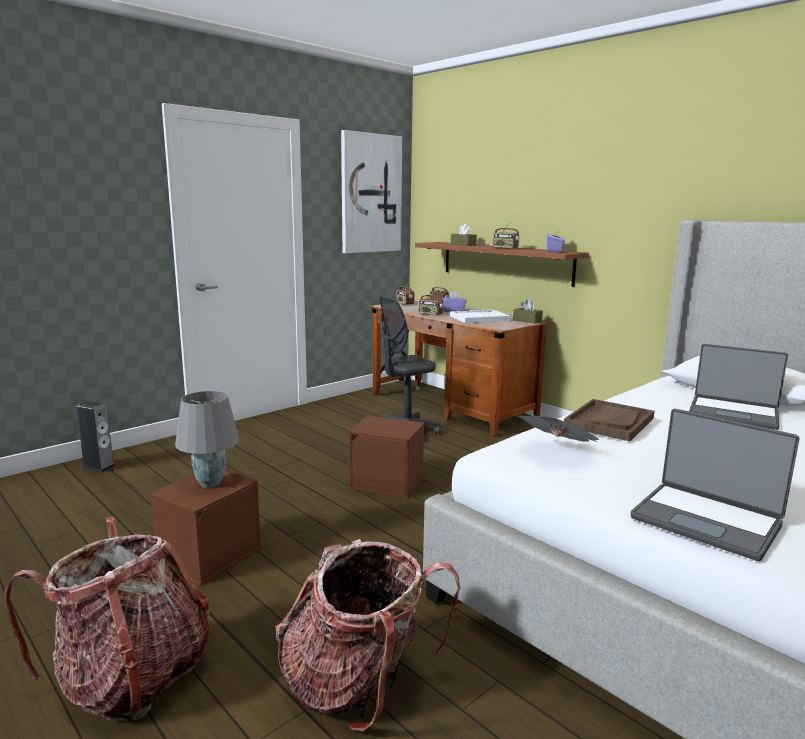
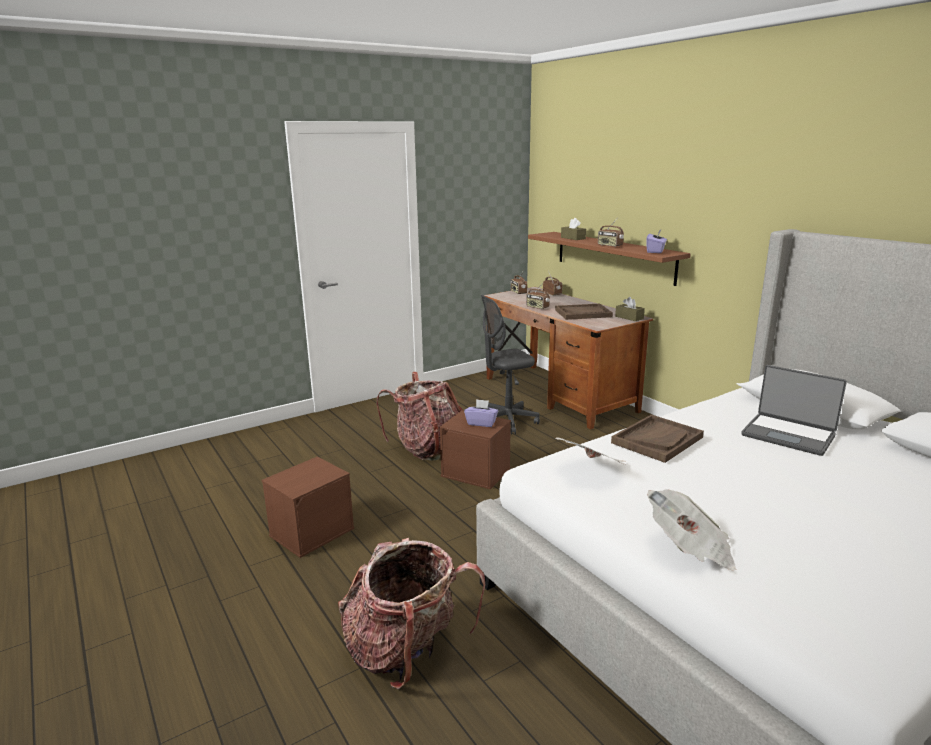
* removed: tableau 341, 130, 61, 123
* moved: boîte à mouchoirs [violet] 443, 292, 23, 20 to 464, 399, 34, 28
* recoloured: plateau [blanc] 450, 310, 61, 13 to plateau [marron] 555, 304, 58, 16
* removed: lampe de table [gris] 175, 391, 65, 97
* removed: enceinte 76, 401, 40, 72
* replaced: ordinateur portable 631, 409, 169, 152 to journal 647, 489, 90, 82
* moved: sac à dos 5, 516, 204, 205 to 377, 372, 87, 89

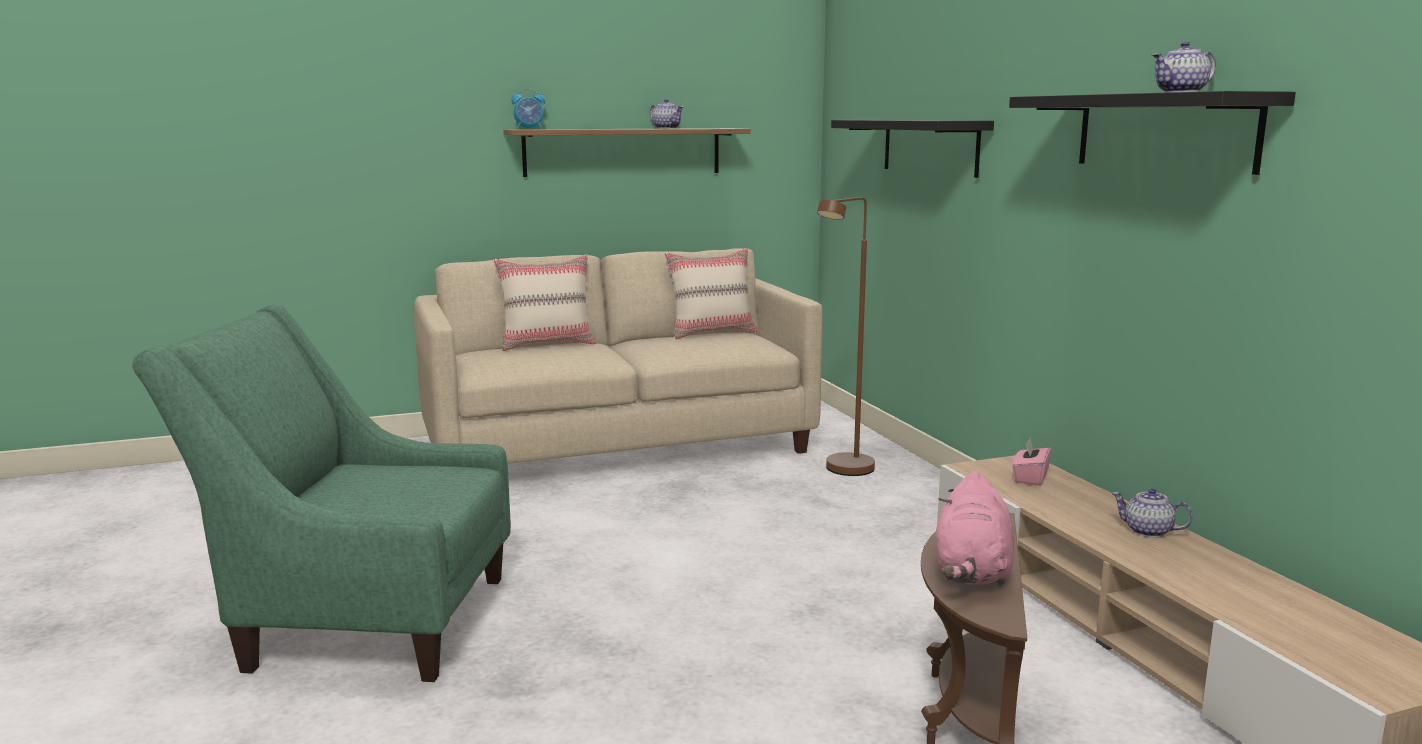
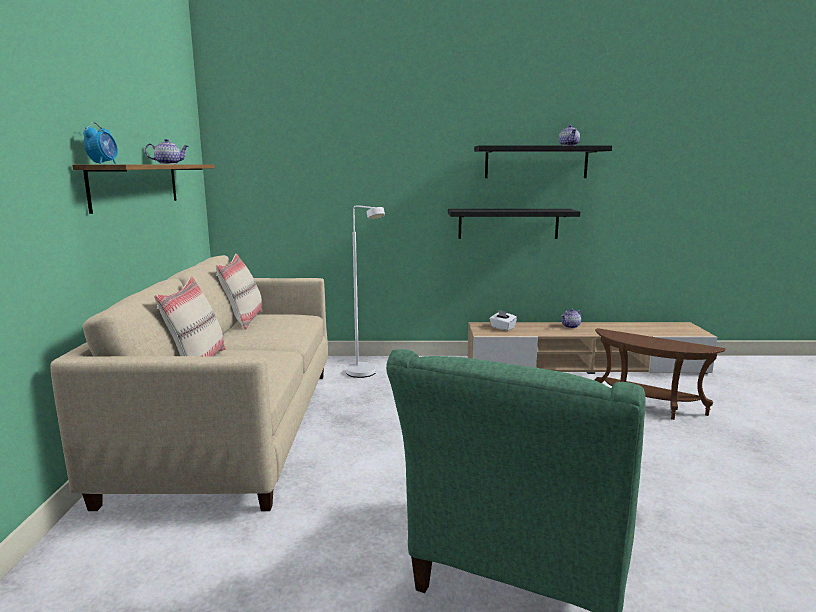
* moved: étagère [noir] 831, 120, 163, 58 to 448, 209, 132, 30
* recoloured: lampadaire [marron] 817, 197, 58, 279 to lampadaire [blanc] 346, 205, 39, 173
* recoloured: boîte à mouchoirs [rose] 1012, 438, 39, 48 to boîte à mouchoirs [blanc] 490, 310, 27, 21
* removed: peluche [rose] 935, 471, 79, 115

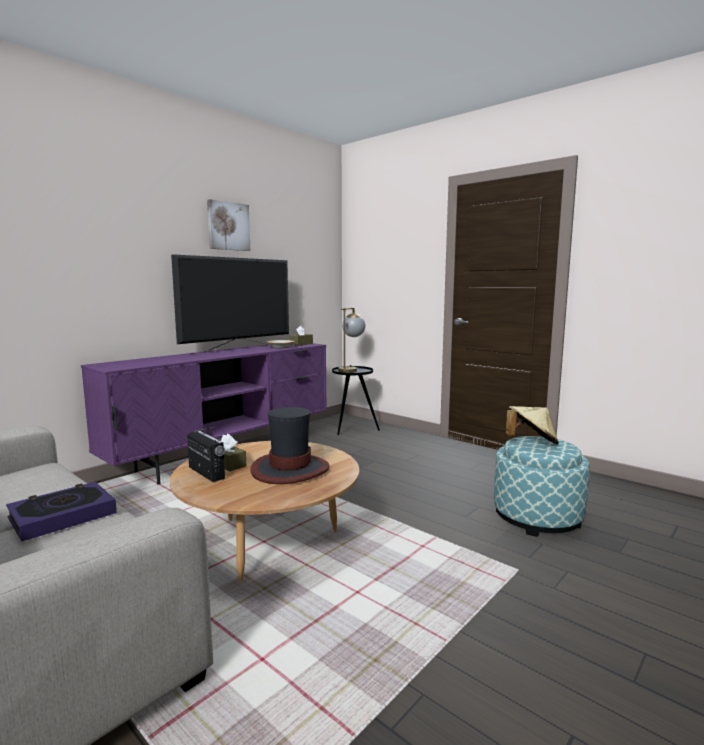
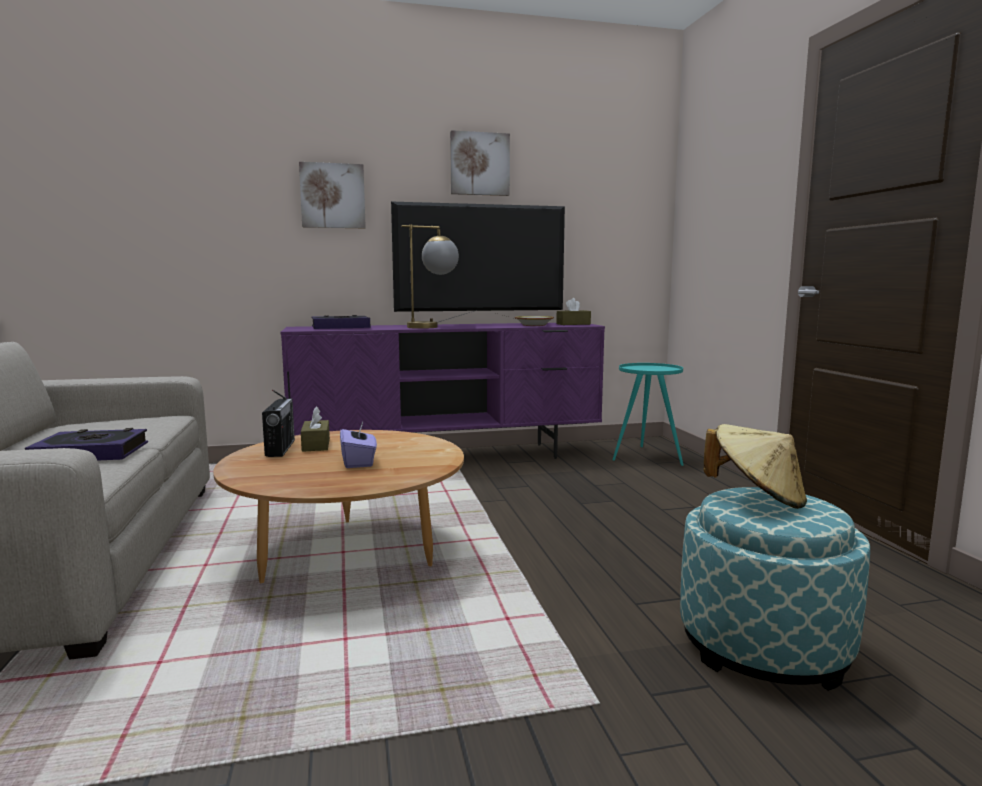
* moved: lampe de table 338, 307, 27, 66 to 401, 224, 58, 105
* recoloured: table d'appoint [noir] 332, 366, 48, 69 to table d'appoint [turquoise] 613, 363, 71, 103
* replaced: chapeau 250, 407, 79, 77 to boîte à mouchoirs [violet] 340, 419, 37, 49
* added: tableau 299, 162, 67, 66
* added: livre 312, 315, 58, 14

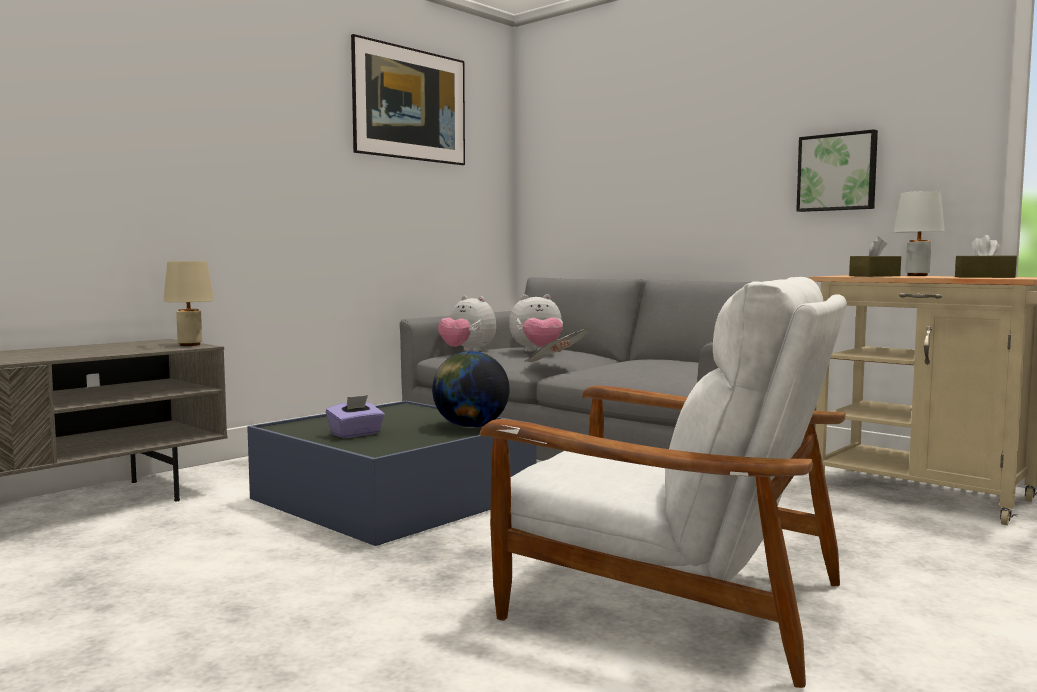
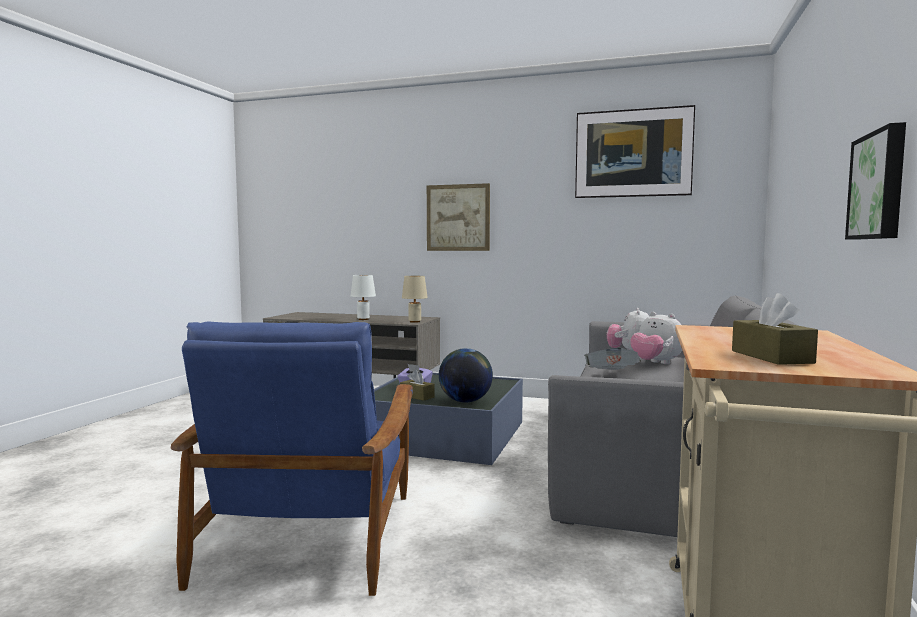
* moved: lampe de table [blanc] 894, 191, 51, 85 to 351, 275, 25, 45
* moved: boîte à mouchoirs [marron] 849, 237, 52, 40 to 400, 370, 35, 31
* recoloured: fauteuil [blanc] 480, 277, 367, 411 to fauteuil [bleu] 171, 322, 242, 274
* added: tableau 427, 183, 63, 68

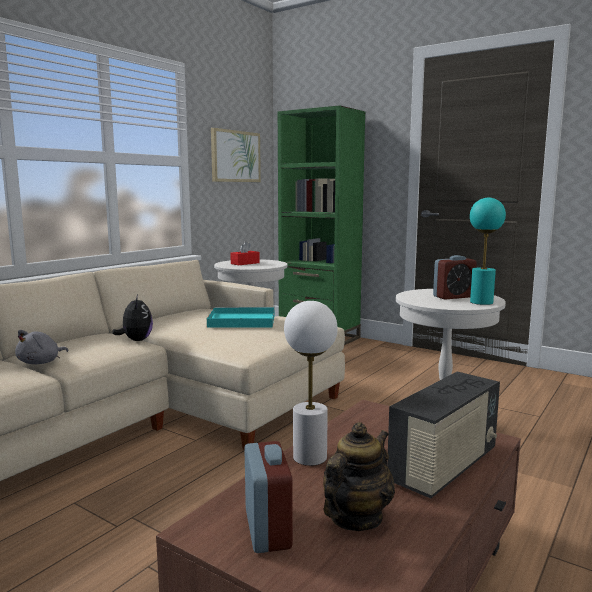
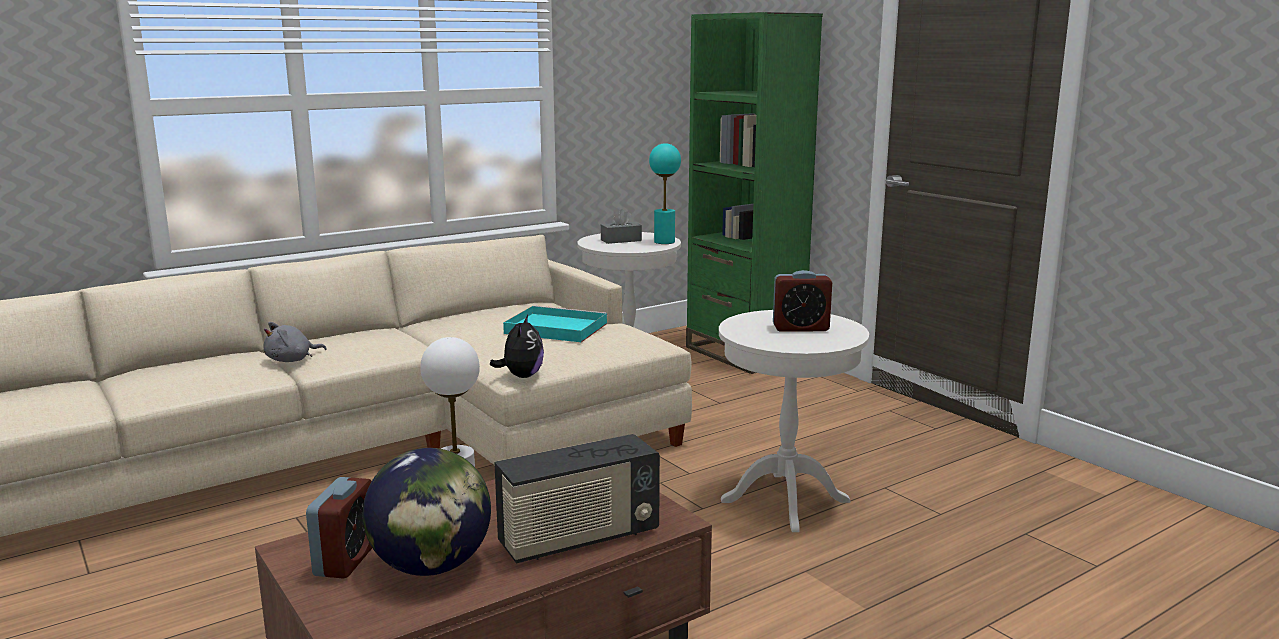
* removed: tableau 211, 128, 50, 54
* moved: lampe de table [turquoise] 470, 198, 36, 107 to 649, 143, 32, 101
* recoloured: boîte à mouchoirs [rouge] 230, 241, 30, 24 to boîte à mouchoirs [gris] 601, 209, 41, 35
* moved: peluche 112, 295, 41, 46 to 490, 315, 54, 63
* replaced: théière 323, 422, 72, 109 to globe 363, 448, 128, 128

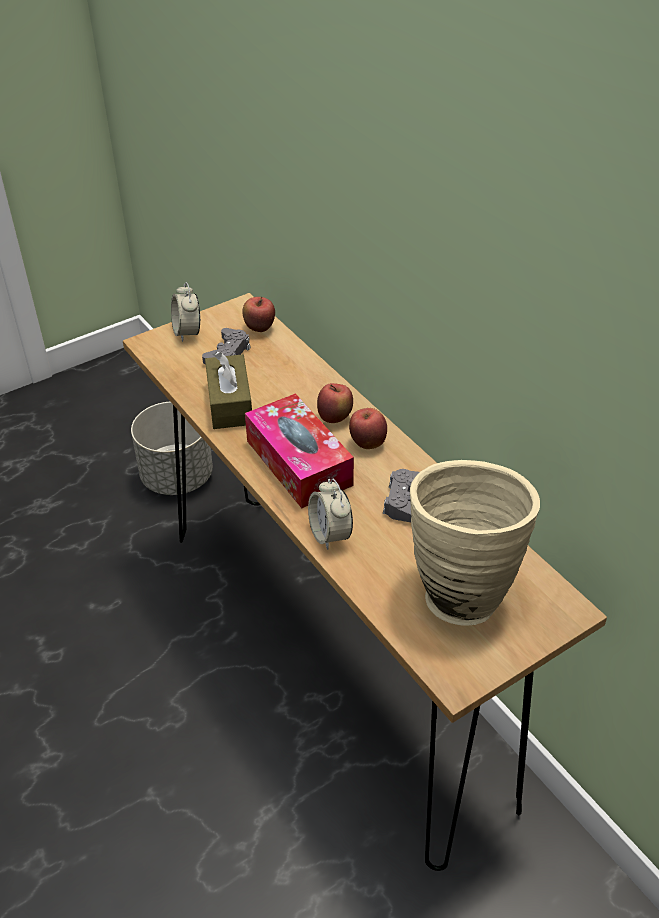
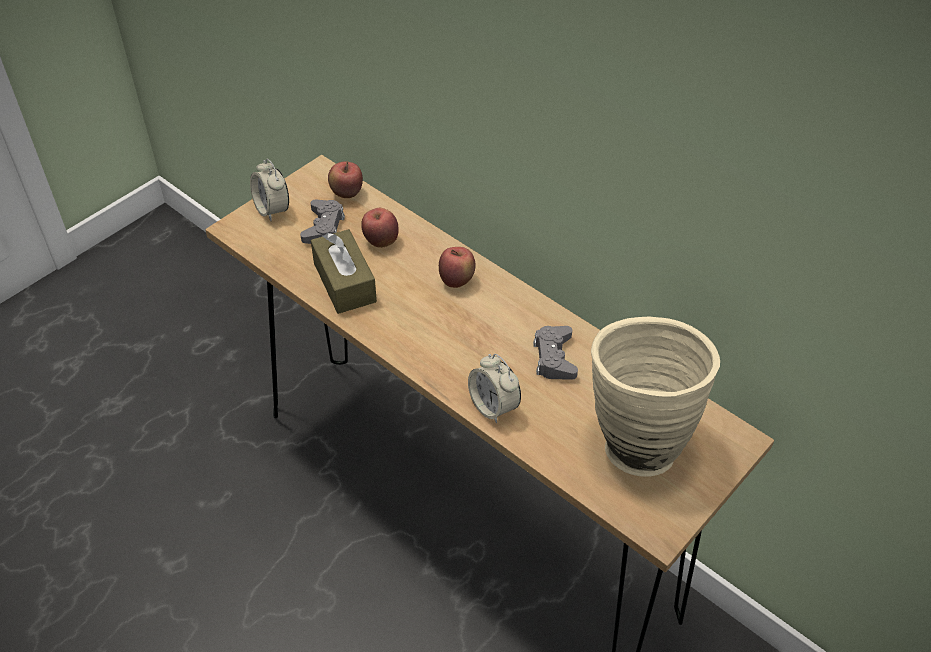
* removed: boîte à mouchoirs 245, 393, 109, 115
* removed: cache-pot [gris] 131, 402, 82, 93
* moved: pomme 349, 408, 38, 41 to 361, 208, 37, 40

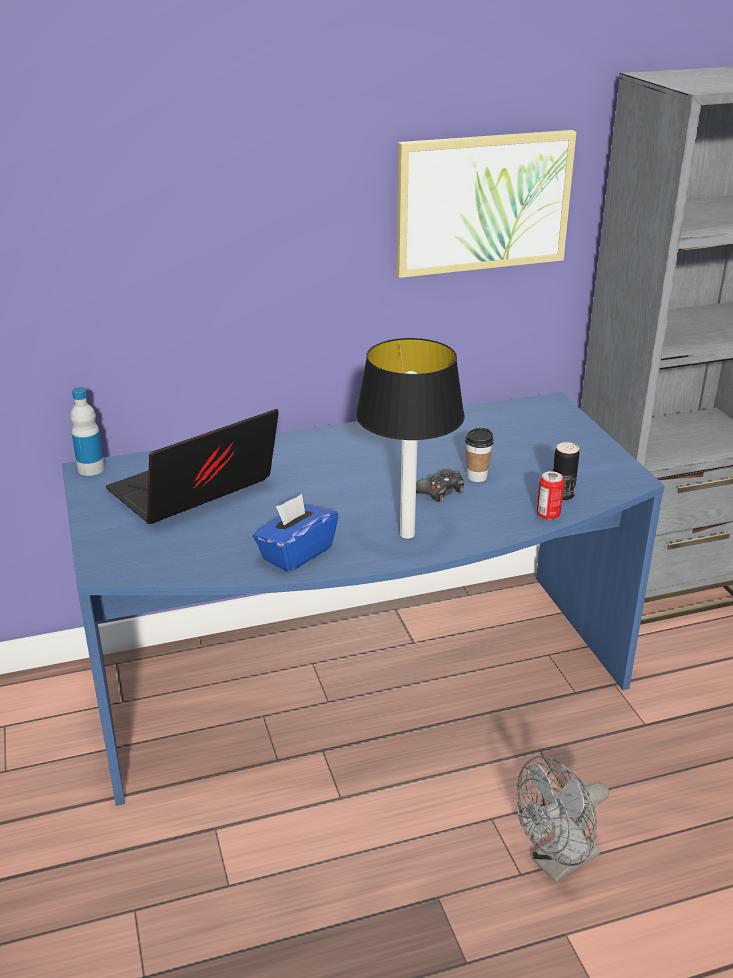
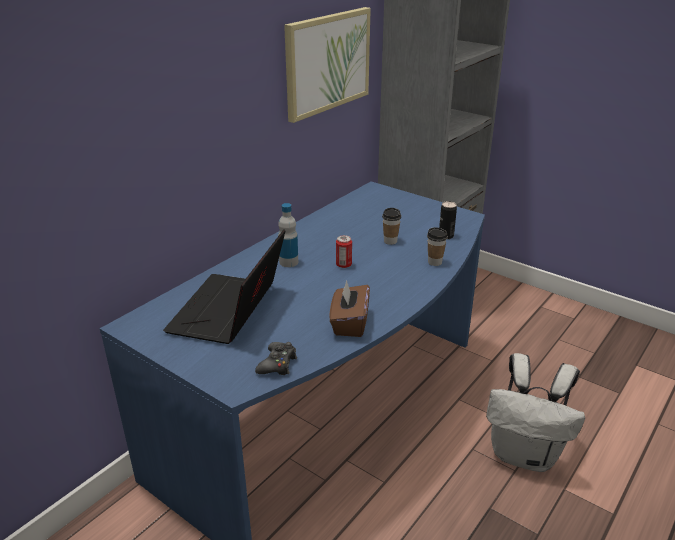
* removed: lampe de table 356, 338, 109, 201
* moved: bouteille 70, 387, 35, 89 to 278, 203, 20, 64
* moved: manette [noir] 416, 468, 48, 34 to 255, 342, 42, 33
* moved: boîte métallique 537, 471, 27, 49 to 336, 235, 16, 33
* recoloured: boîte à mouchoirs [bleu] 253, 494, 85, 78 to boîte à mouchoirs [marron] 330, 280, 40, 57
* replaced: ventilateur [gris] 516, 756, 93, 126 to sac à dos [blanc] 486, 353, 99, 119
* added: tasse 427, 227, 21, 39

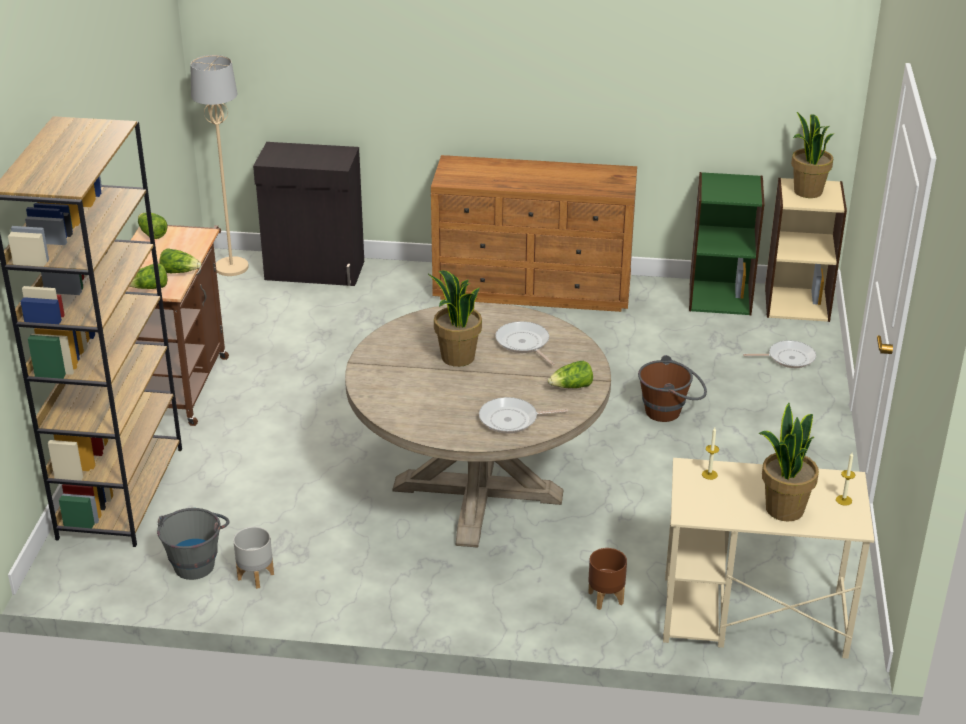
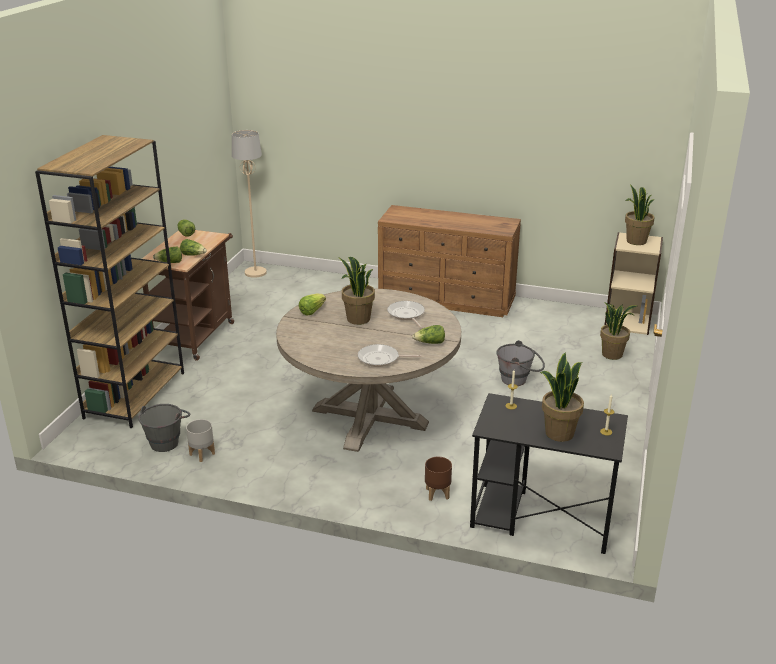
* removed: meuble de rangement [noir] 253, 142, 111, 144
* removed: bibliothèque [vert] 689, 172, 76, 143
* replaced: poêle 743, 340, 73, 28 to plante en pot 600, 302, 37, 58
* recoloured: seau [marron] 638, 355, 69, 67 to seau [gris] 496, 340, 49, 46
* recoloured: bureau [beige] 663, 458, 211, 201 to bureau [noir] 470, 393, 158, 161
* added: laitue 299, 294, 27, 21

